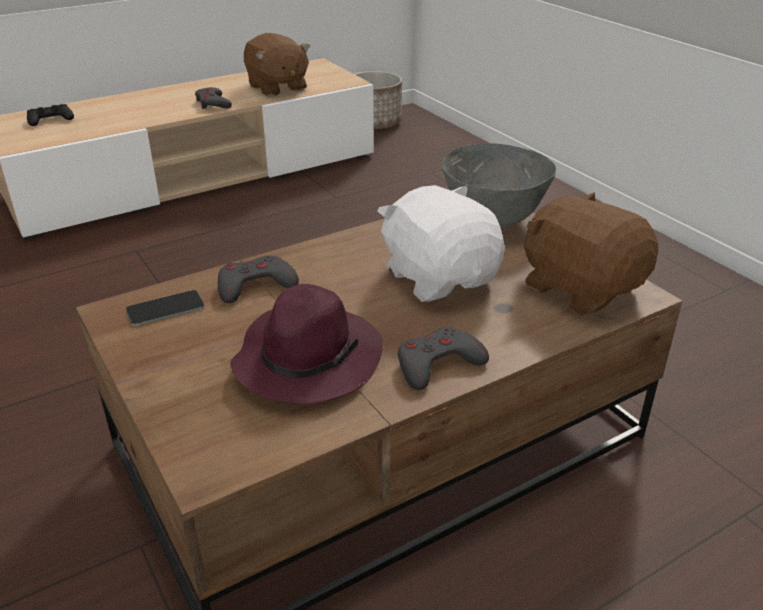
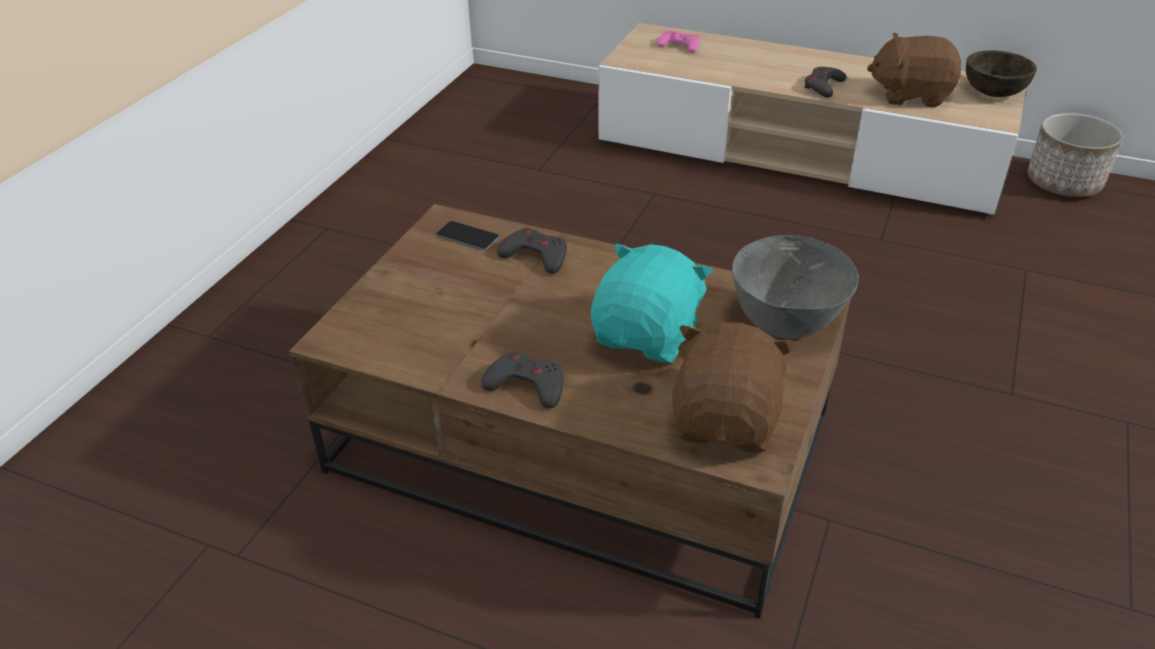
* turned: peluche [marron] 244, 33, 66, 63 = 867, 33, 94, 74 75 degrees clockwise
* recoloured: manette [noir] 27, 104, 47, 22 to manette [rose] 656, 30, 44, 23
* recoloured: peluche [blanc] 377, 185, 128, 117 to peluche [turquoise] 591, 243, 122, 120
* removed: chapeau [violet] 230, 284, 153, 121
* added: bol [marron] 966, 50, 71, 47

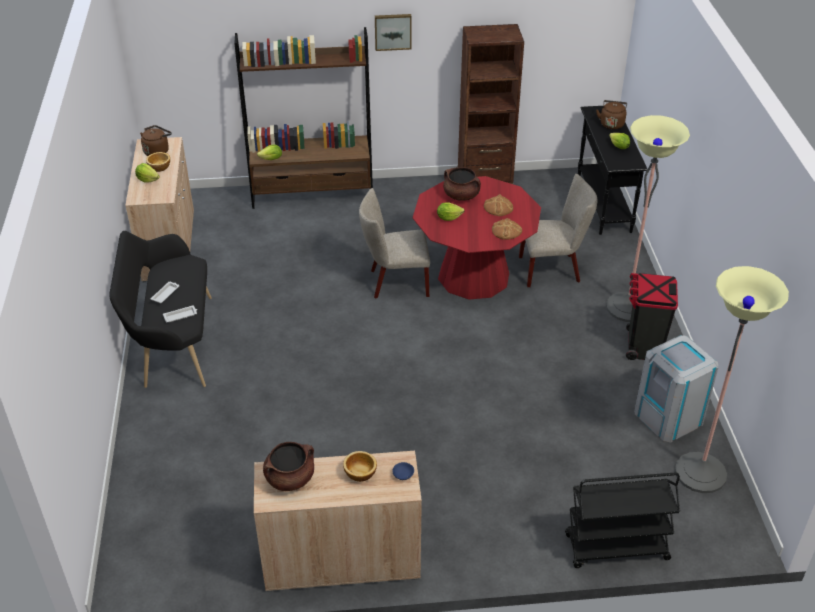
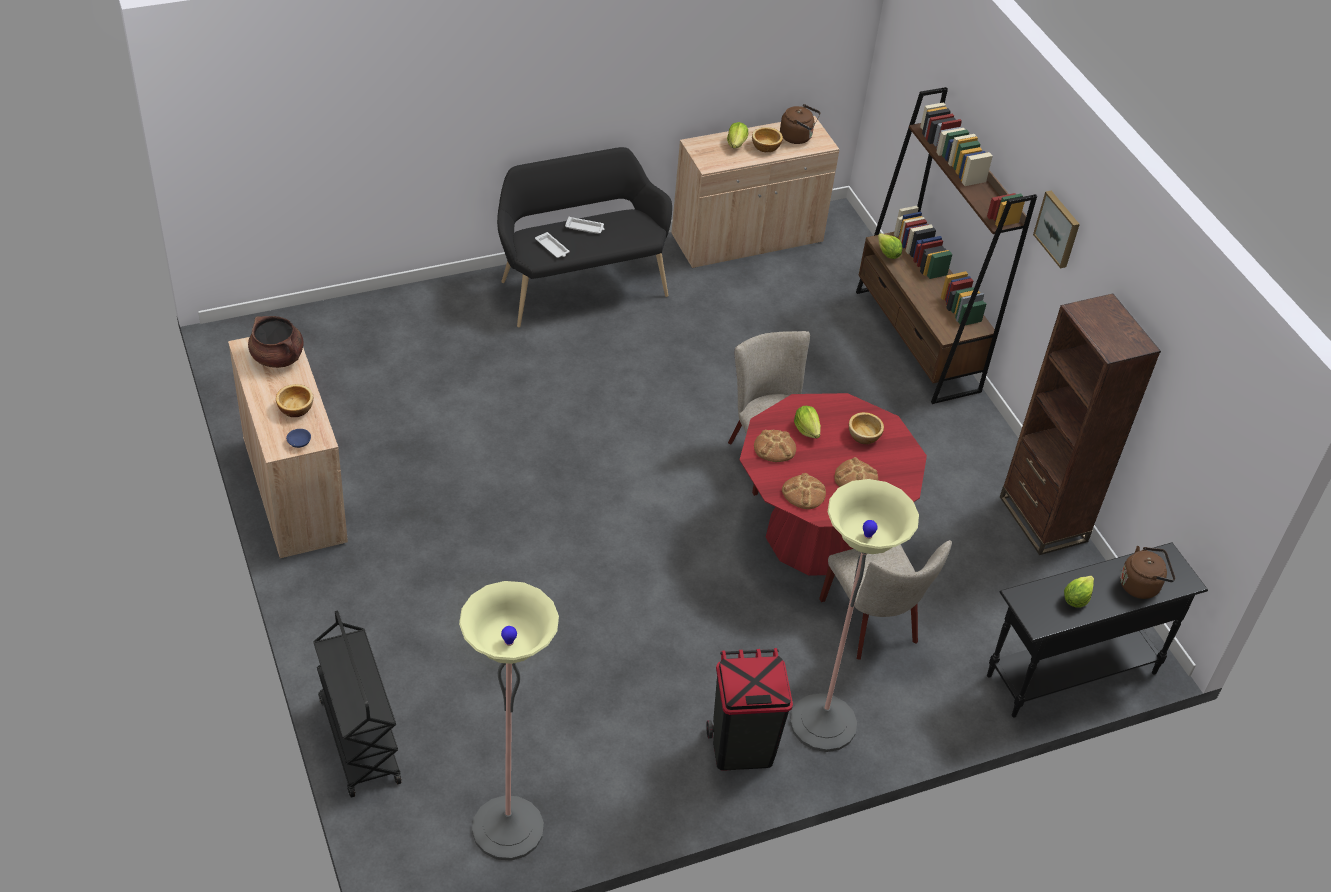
* replaced: marmite [marron] 443, 167, 38, 34 to bol 849, 412, 35, 32
* removed: poubelle [gris] 634, 335, 85, 107
* added: pain 754, 430, 42, 32

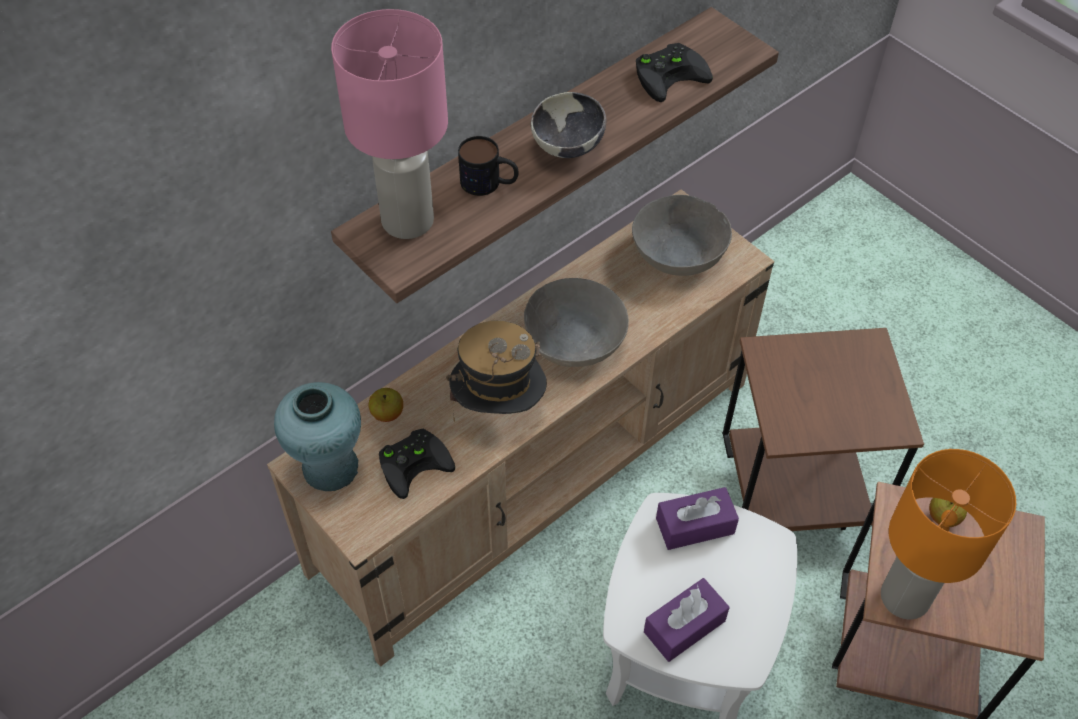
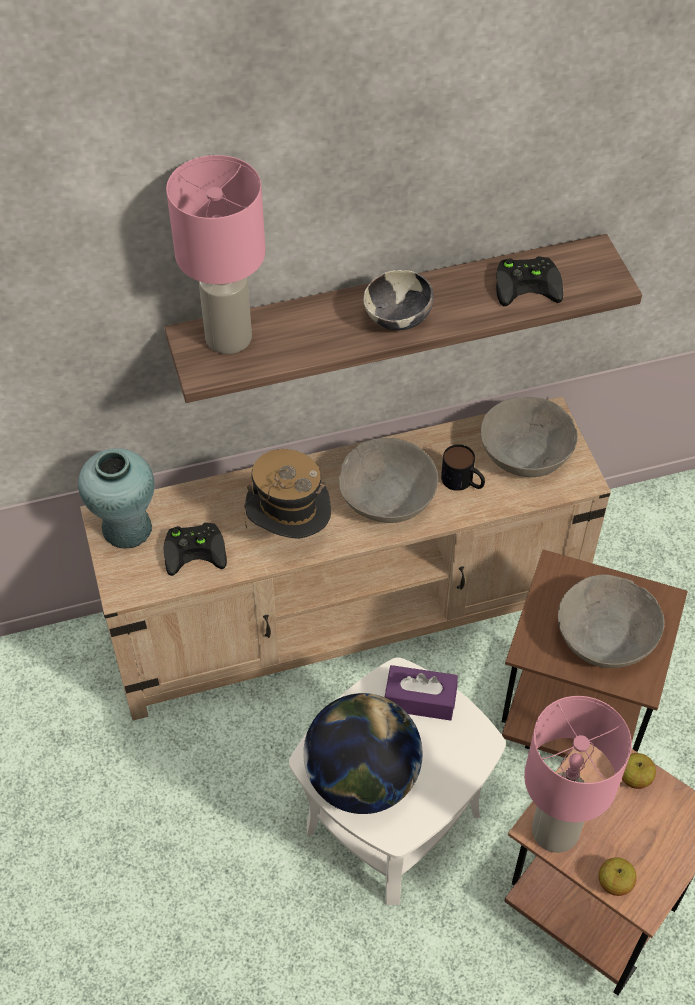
* moved: mug 458, 136, 61, 60 to 441, 444, 44, 47
* moved: pomme 368, 388, 35, 34 to 599, 857, 38, 39
* recoloured: lampe de table [orange] 881, 449, 135, 170 to lampe de table [rose] 524, 696, 108, 157
* replaced: boîte à mouchoirs [violet] 644, 578, 86, 84 to globe 303, 693, 120, 121
* added: bol [gris] 558, 575, 106, 93

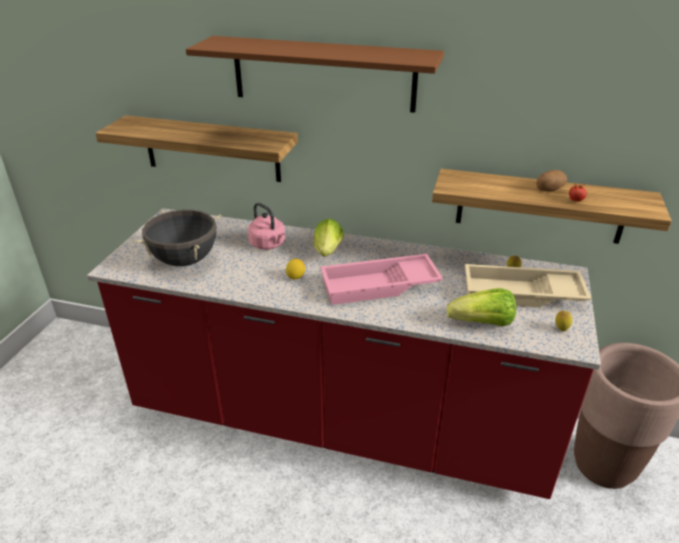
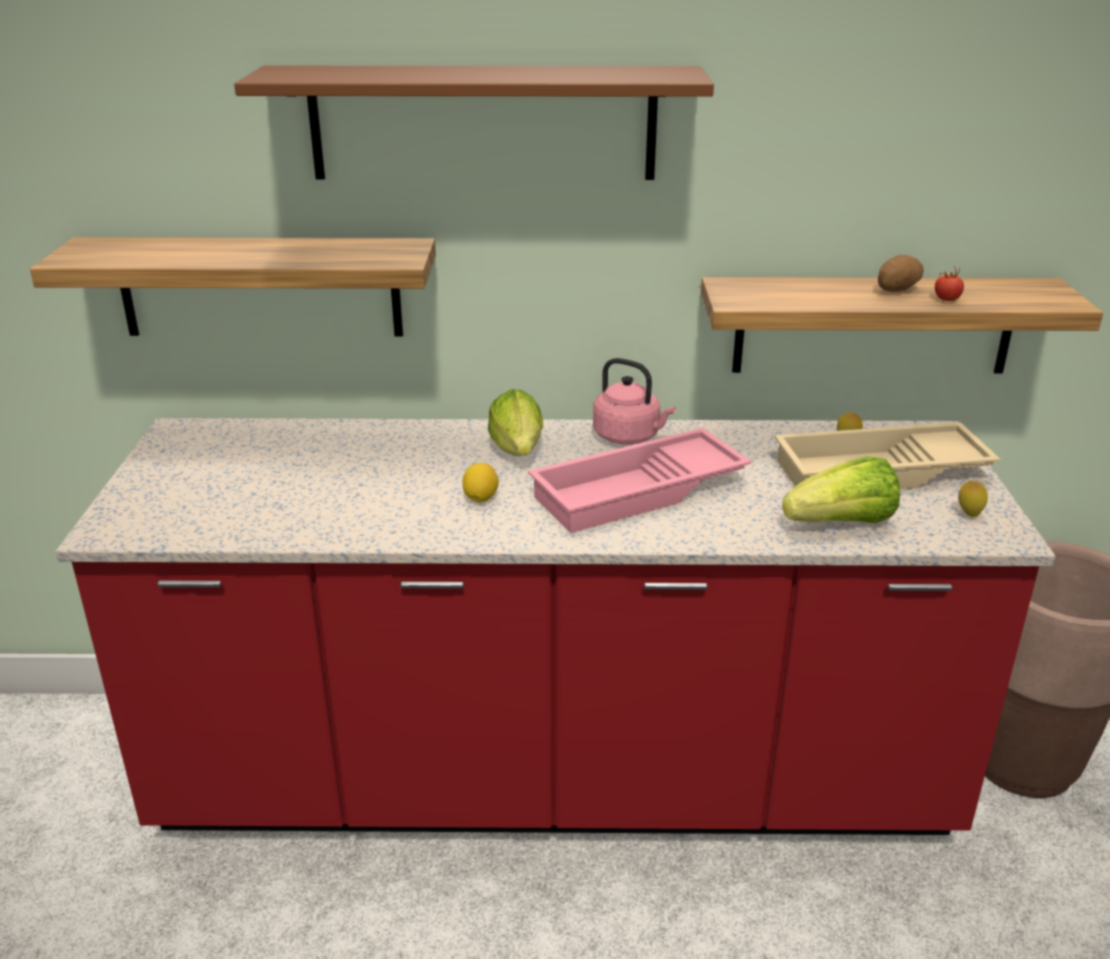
* moved: bouilloire [rose] 248, 203, 37, 47 to 593, 358, 82, 86
* removed: marmite [noir] 135, 210, 86, 56

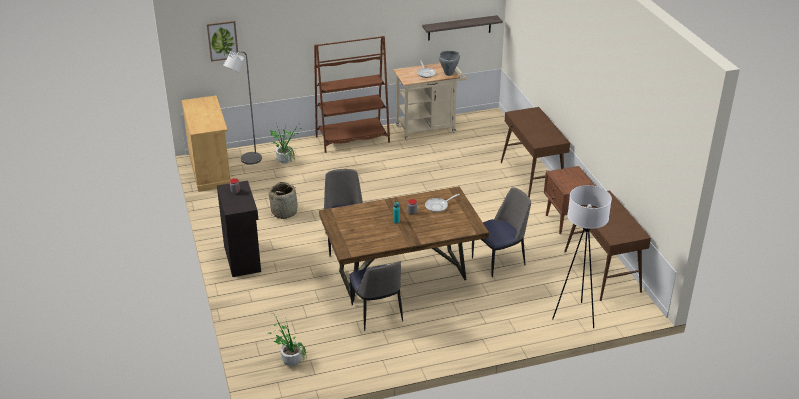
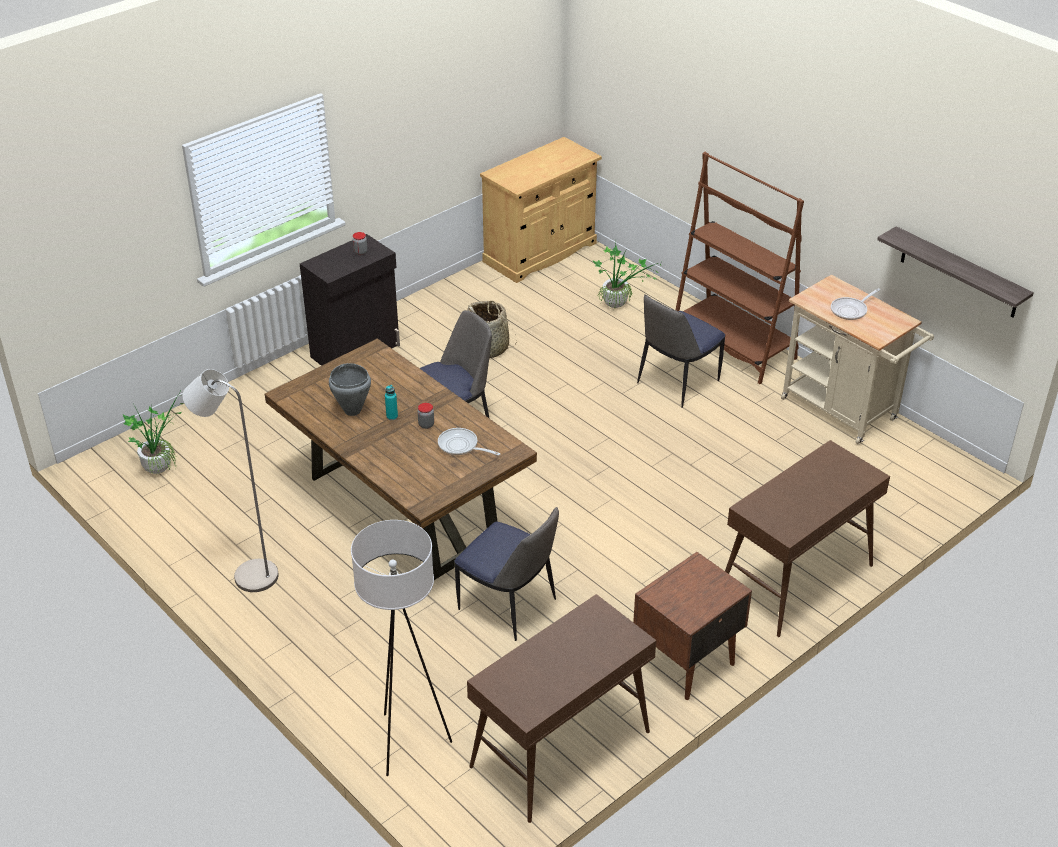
* removed: tableau 207, 20, 31, 42
* moved: lampadaire [gris] 223, 51, 39, 114 to 183, 369, 96, 223
* moved: marmite [gris] 439, 51, 21, 25 to 329, 363, 42, 53
* moved: chaise 349, 261, 54, 70 to 637, 294, 88, 114

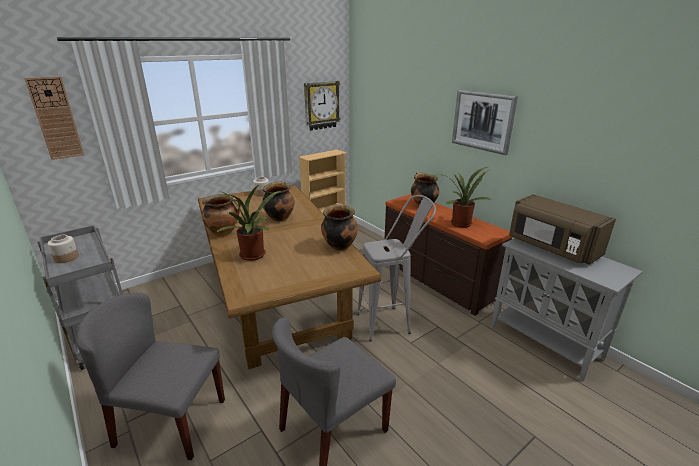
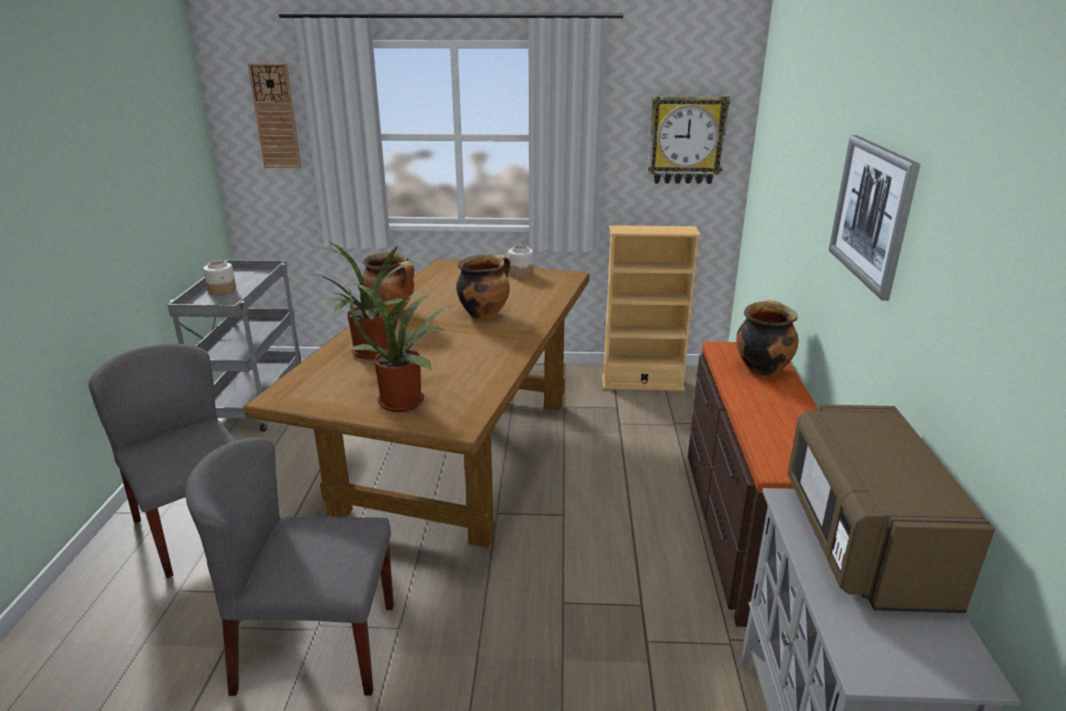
* moved: plante en pot 437, 166, 56, 62 to 348, 284, 107, 128
* removed: tabouret [gris] 357, 195, 79, 147
* removed: marmite 321, 203, 37, 48

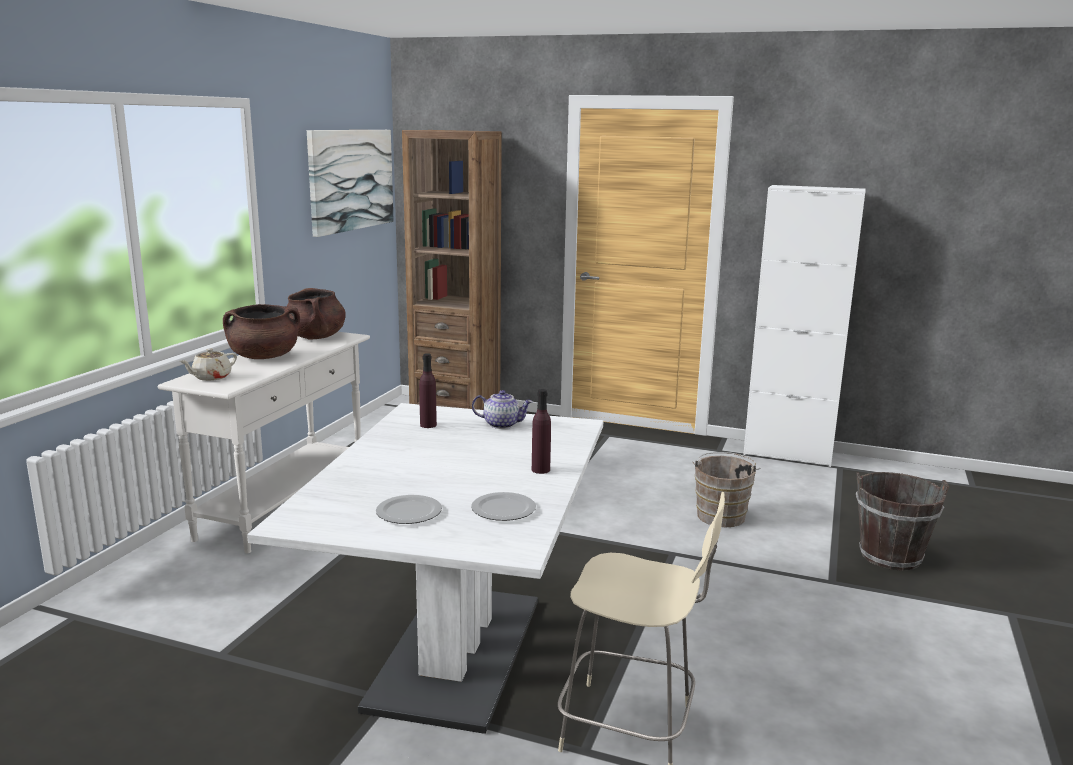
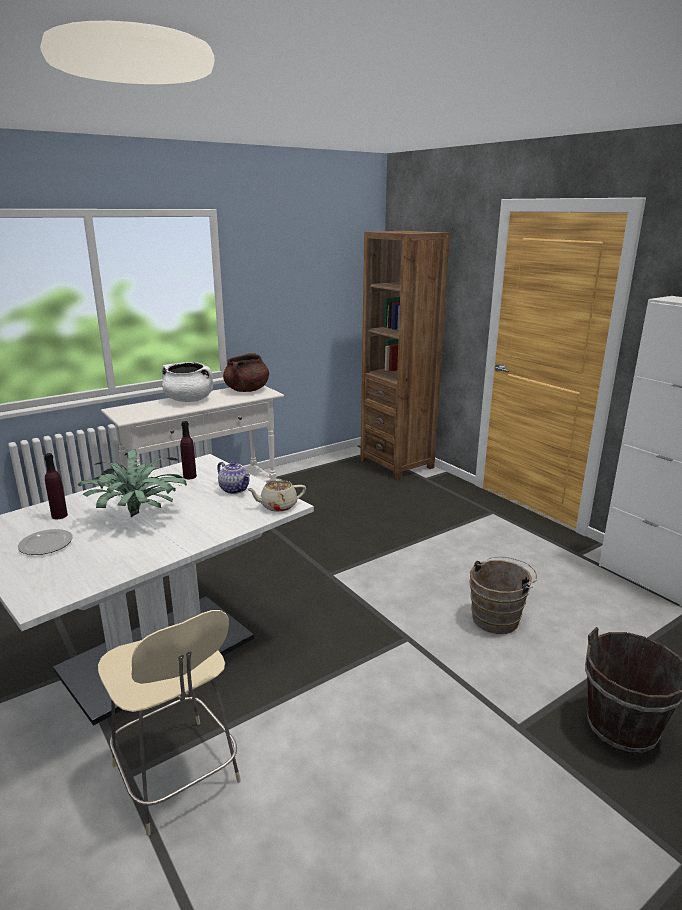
* removed: tableau 307, 130, 87, 107
* recoloured: marmite [marron] 223, 304, 77, 55 to marmite [blanc] 162, 362, 51, 40
* moved: théière [beige] 180, 348, 57, 33 to 246, 479, 60, 33
* moved: bouteille [violet] 532, 389, 19, 85 to 44, 453, 24, 66
* removed: assiette 471, 492, 65, 29
* added: plante en pot 77, 449, 110, 68

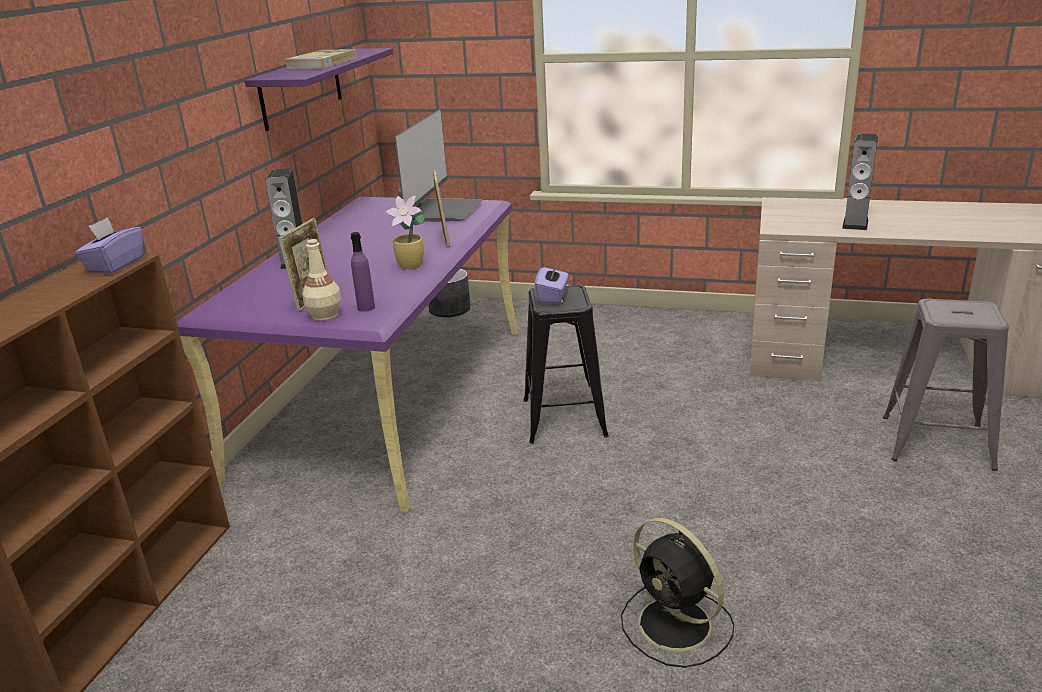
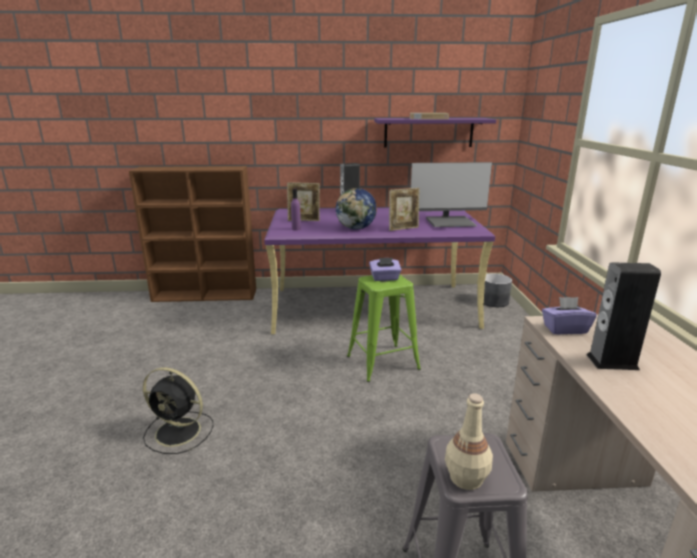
* replaced: plante en pot 386, 196, 40, 73 to globe 336, 188, 41, 42
* moved: boîte à mouchoirs [violet] 75, 217, 68, 57 to 542, 297, 54, 37
* moved: bouteille [beige] 302, 239, 39, 82 to 445, 393, 48, 97
* recoloured: tabouret [noir] 523, 285, 86, 159 to tabouret [vert] 347, 275, 74, 107
* turned: ventilateur [noir] 621, 518, 113, 150 = 143, 367, 70, 87 105 degrees counterclockwise

